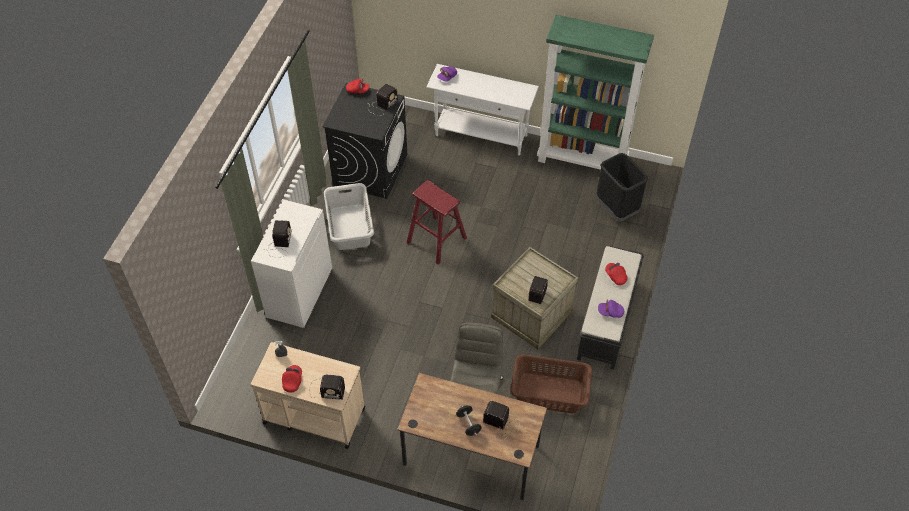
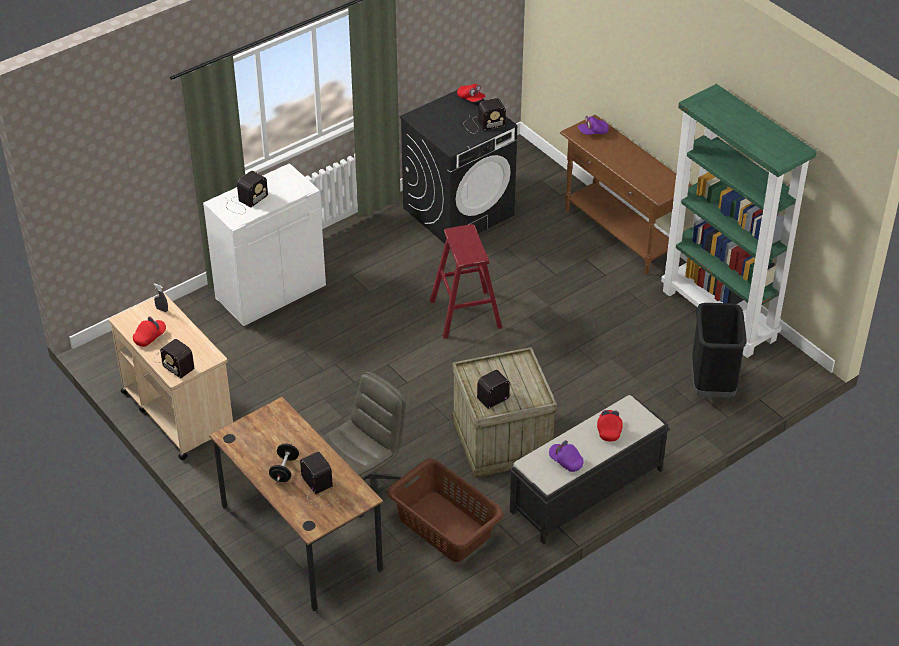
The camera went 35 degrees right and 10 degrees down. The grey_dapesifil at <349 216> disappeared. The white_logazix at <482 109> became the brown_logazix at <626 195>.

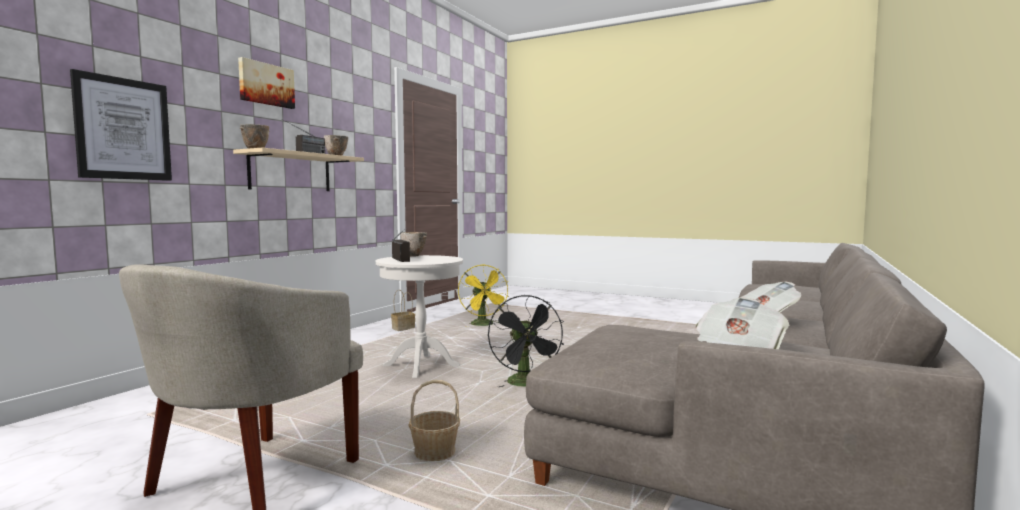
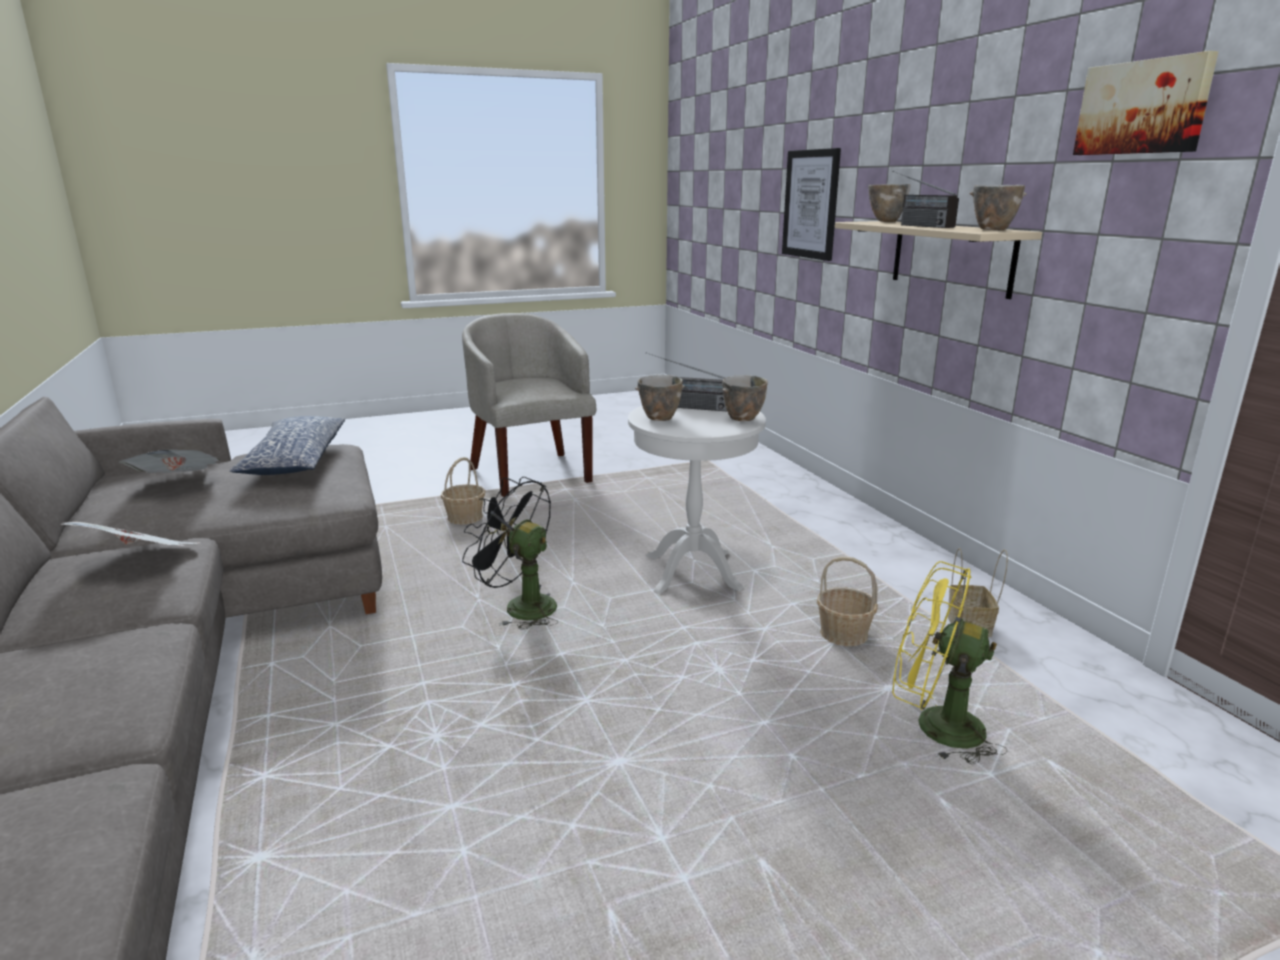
The camera went 130 degrees right and 15 degrees up. The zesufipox moved from <266 83> to <1146 103>. The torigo at <287 445> appeared. The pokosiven at <660 398> appeared. The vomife at <847 601> appeared.

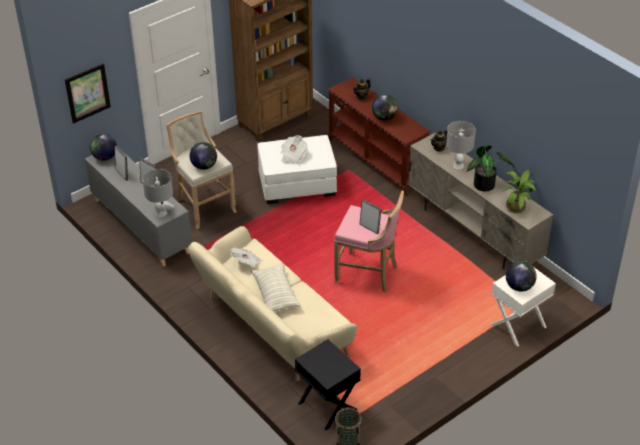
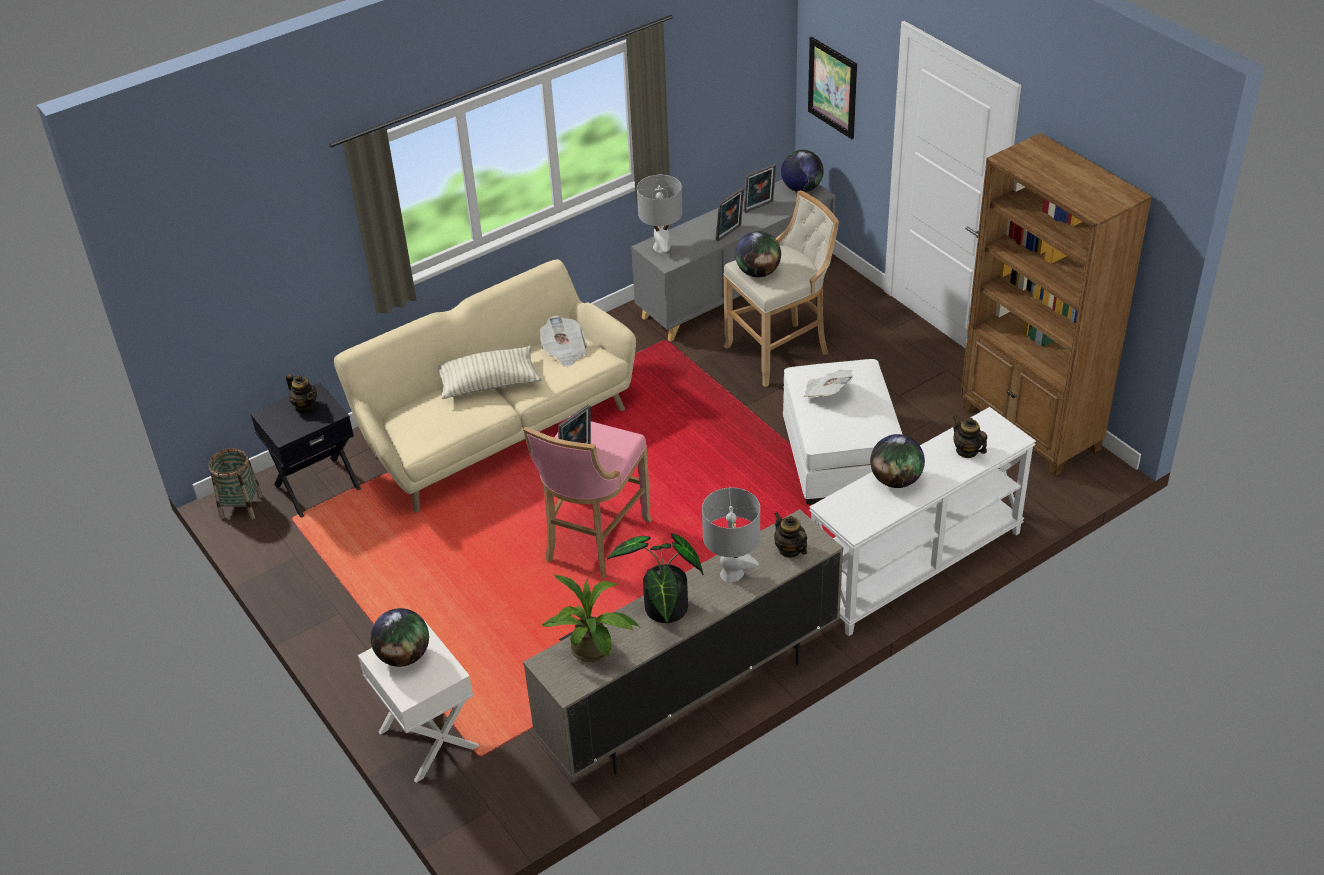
The camera went 95 degrees right and 0 degrees up. The brown_logazix at <379 135> became the white_logazix at <922 521>. The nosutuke at <301 393> appeared.

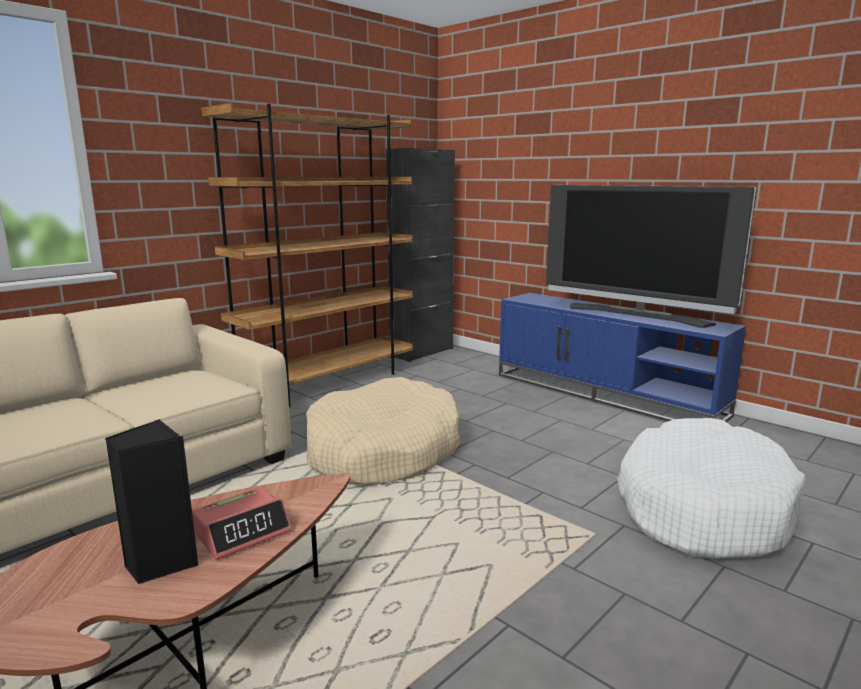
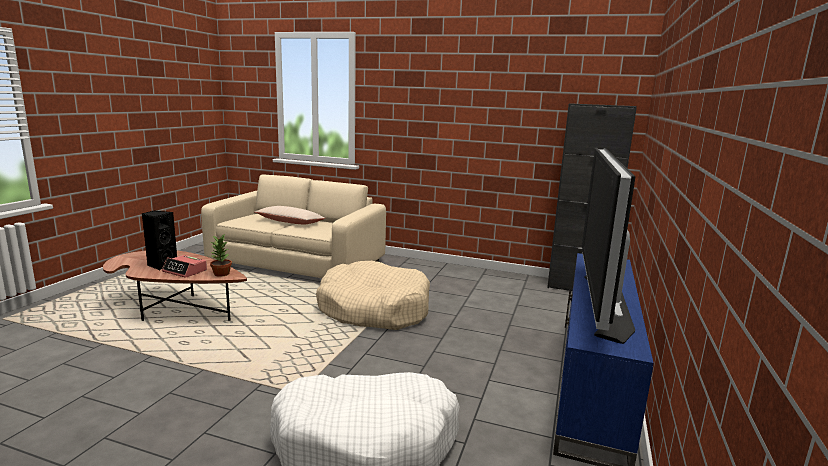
The camera went 65 degrees right and 0 degrees up. The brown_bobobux at <307 255> disappeared. The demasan at <221 255> appeared. The beige_torigo at <289 215> appeared.

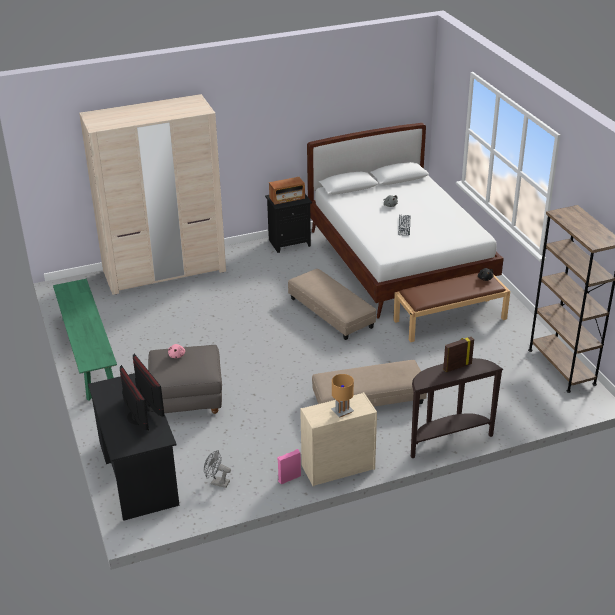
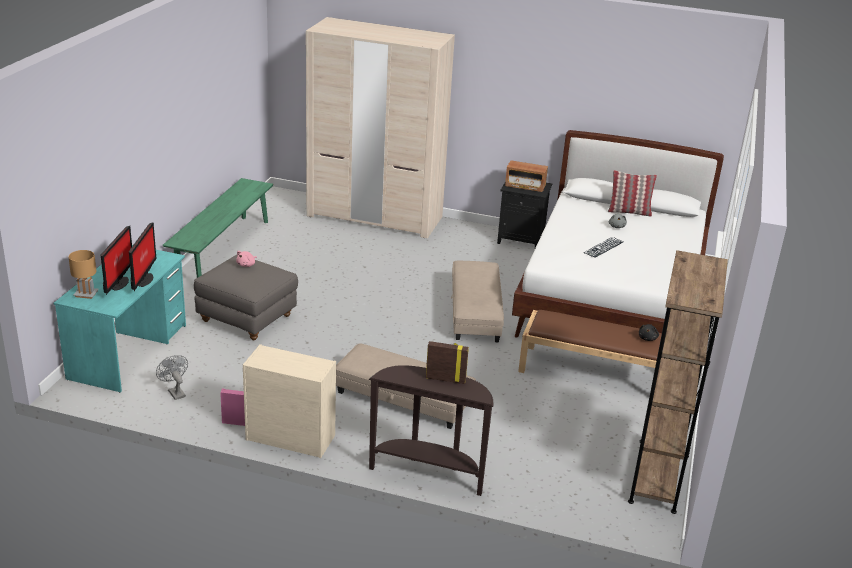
The camera went 35 degrees right and 5 degrees down. The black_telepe at <134 447> became the turquoise_telepe at <119 319>. The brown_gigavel moved from <342 396> to <84 274>. The torigo at <632 193> appeared.

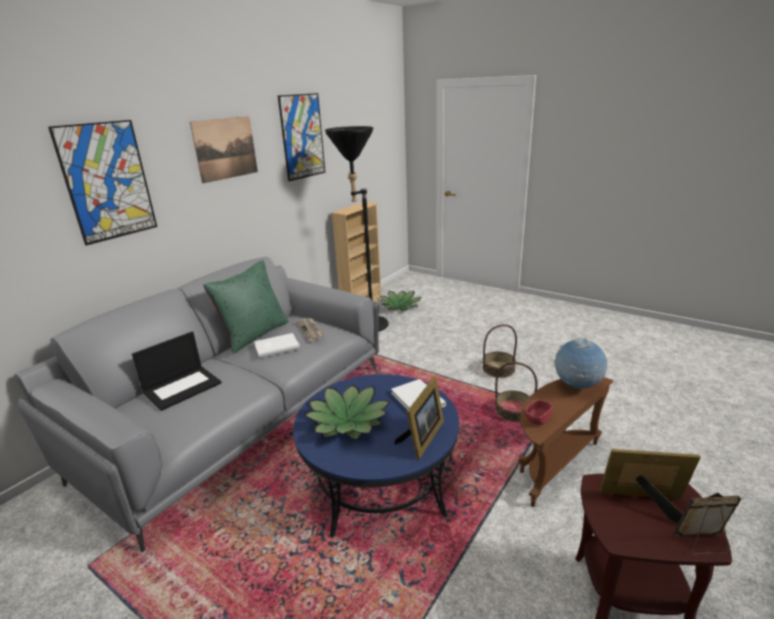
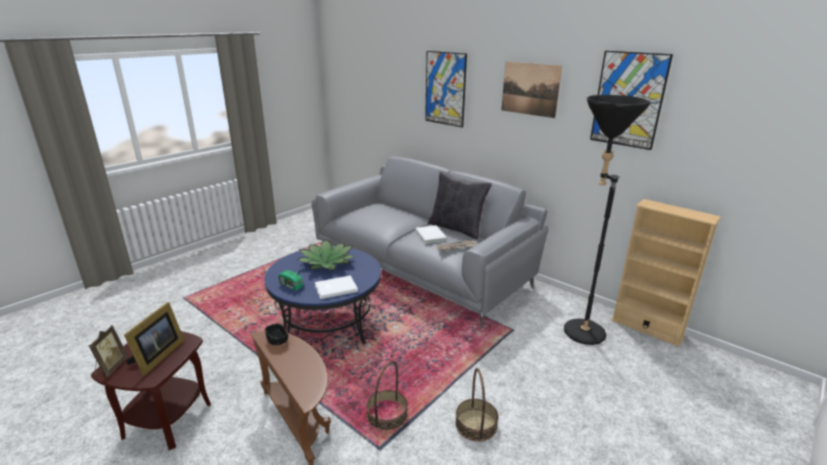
The camera went 95 degrees right and 0 degrees up. The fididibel at <177 371> disappeared. The green_torigo at <246 307> became the black_torigo at <460 205>. The demasan at <400 301> disappeared. The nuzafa at <419 418> was replaced by the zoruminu at <290 279>. The red_pokosiven at <539 412> became the black_pokosiven at <276 334>. The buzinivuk at <581 364> disappeared.

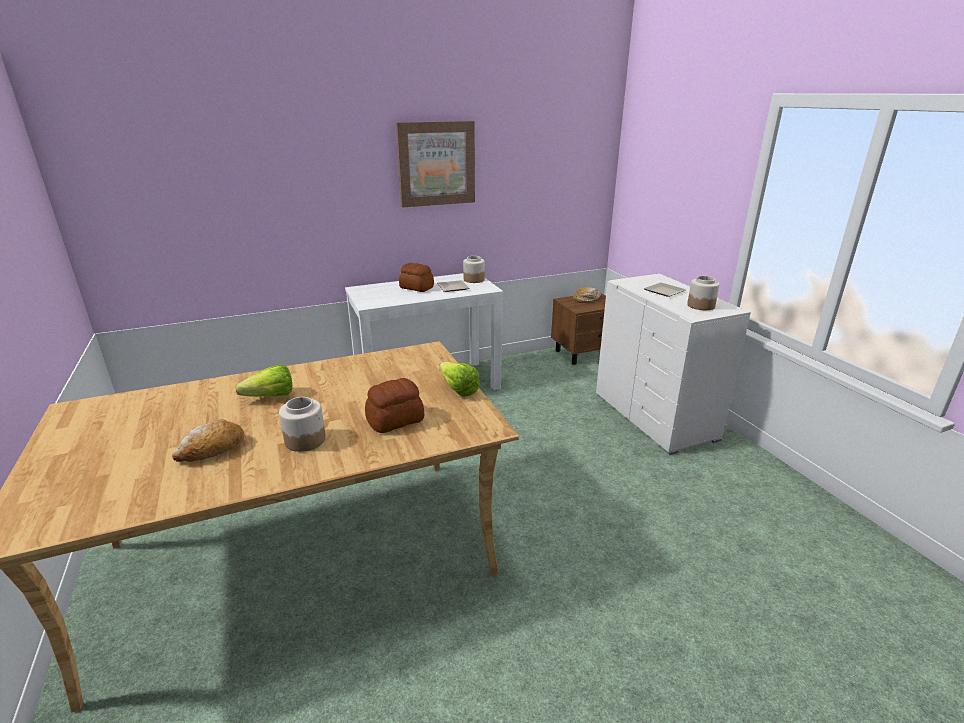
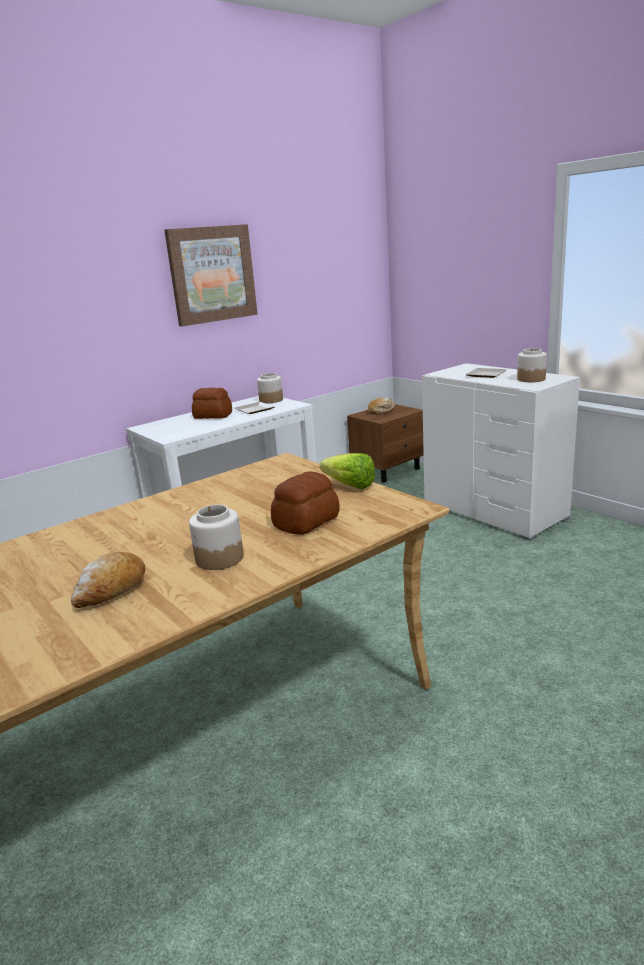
The camera went 15 degrees left and 5 degrees down. The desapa at <263 381> disappeared.

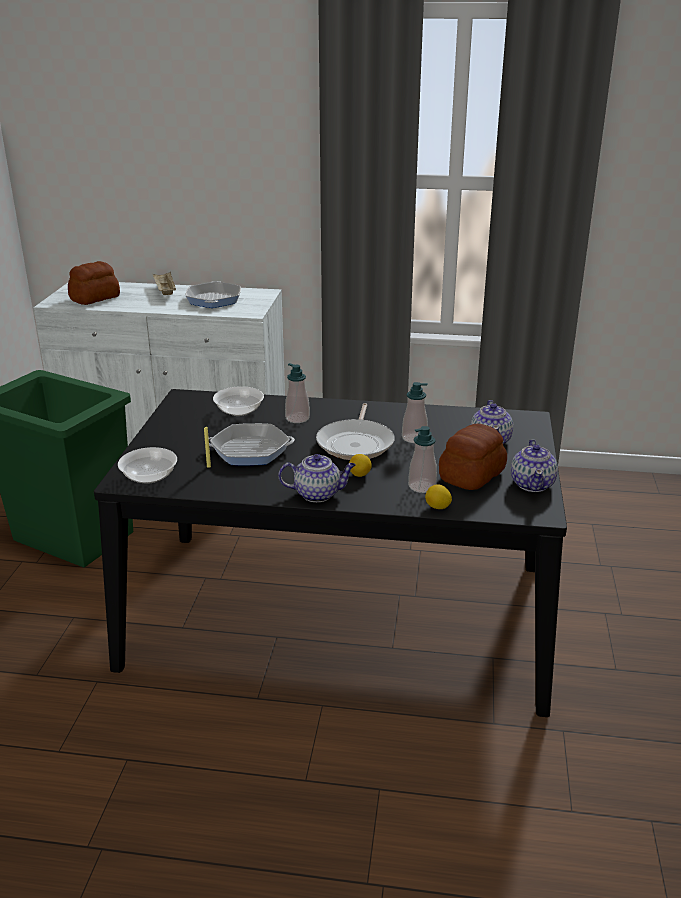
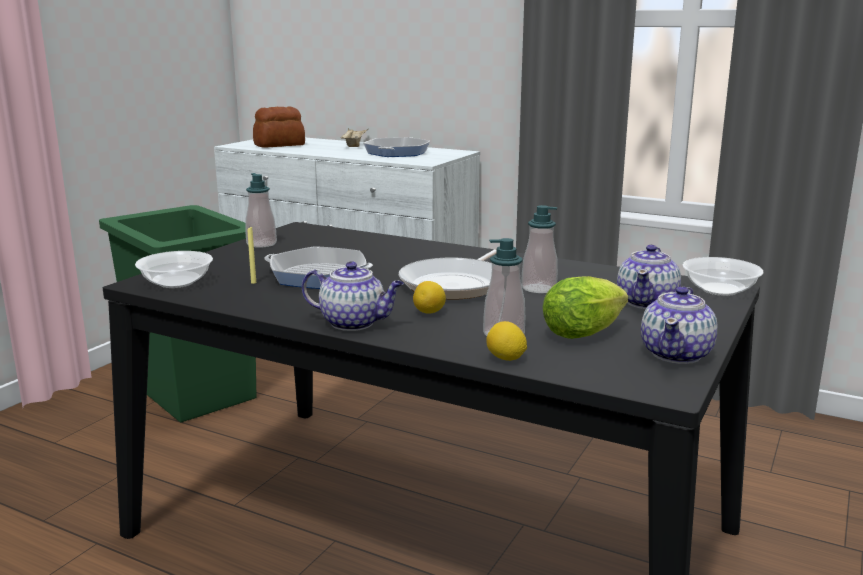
The camera went 20 degrees right and 10 degrees down. The pokosiven moved from <238 401> to <723 276>. The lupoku moved from <297 393> to <261 210>. The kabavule at <473 457> was replaced by the desapa at <585 307>.

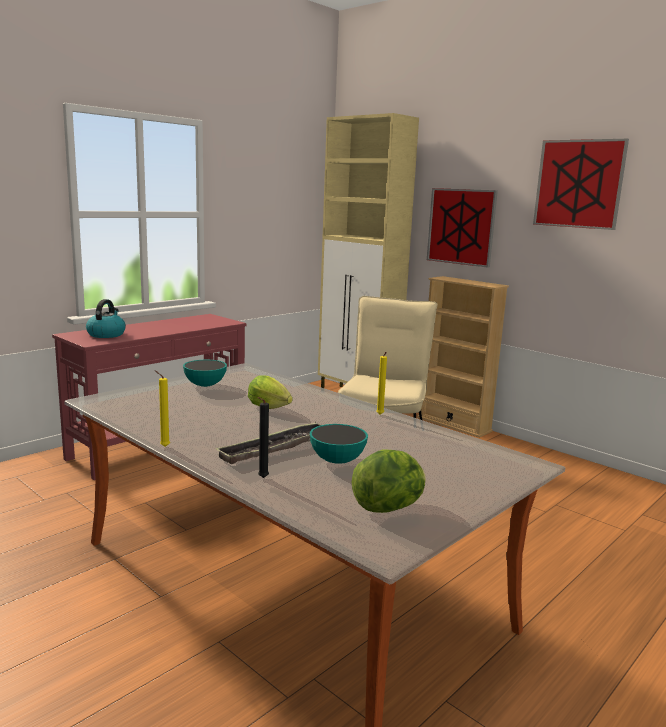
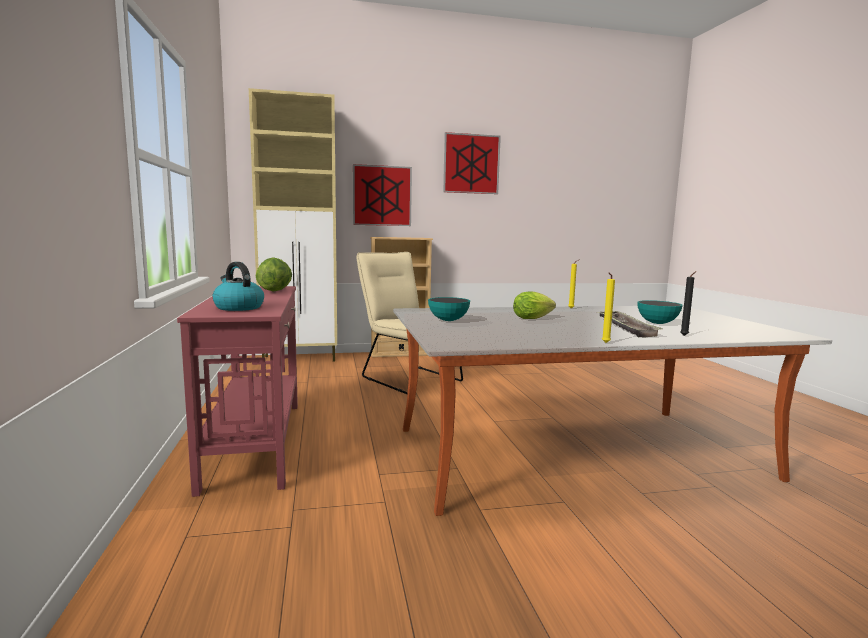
The camera went 55 degrees left and 5 degrees down. The desapa moved from <389 481> to <274 274>.

